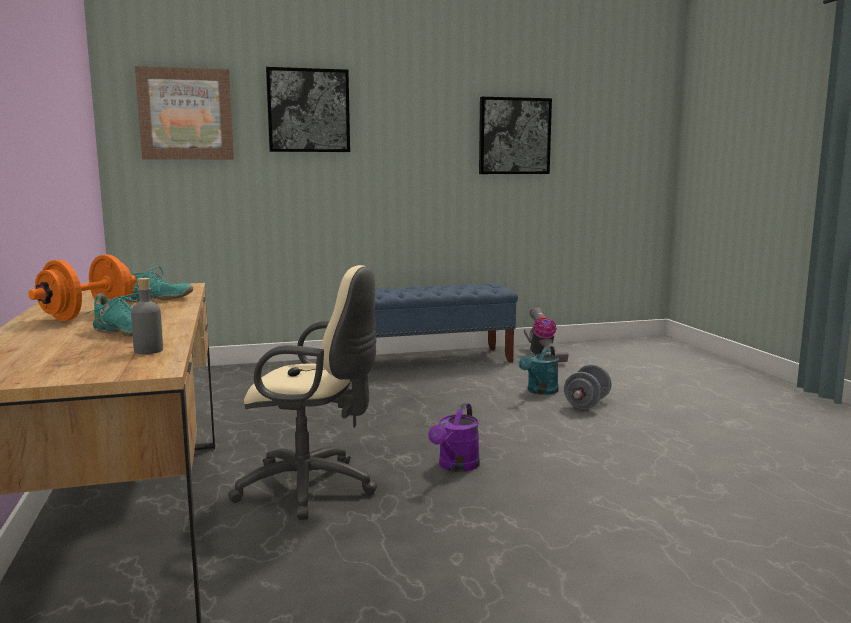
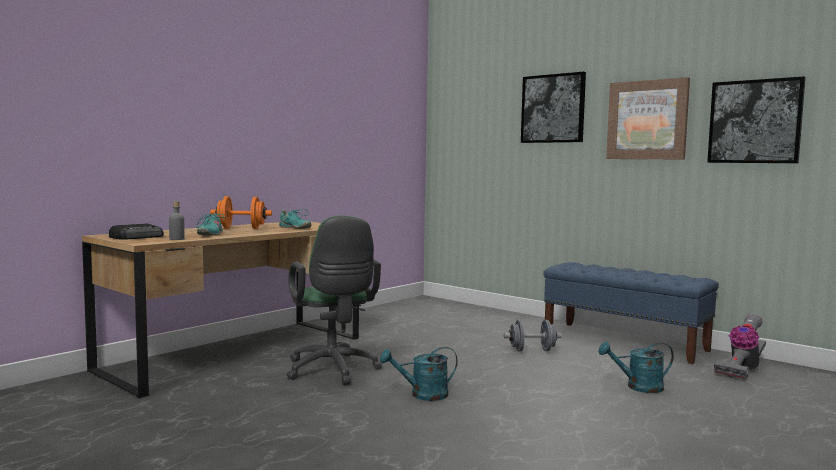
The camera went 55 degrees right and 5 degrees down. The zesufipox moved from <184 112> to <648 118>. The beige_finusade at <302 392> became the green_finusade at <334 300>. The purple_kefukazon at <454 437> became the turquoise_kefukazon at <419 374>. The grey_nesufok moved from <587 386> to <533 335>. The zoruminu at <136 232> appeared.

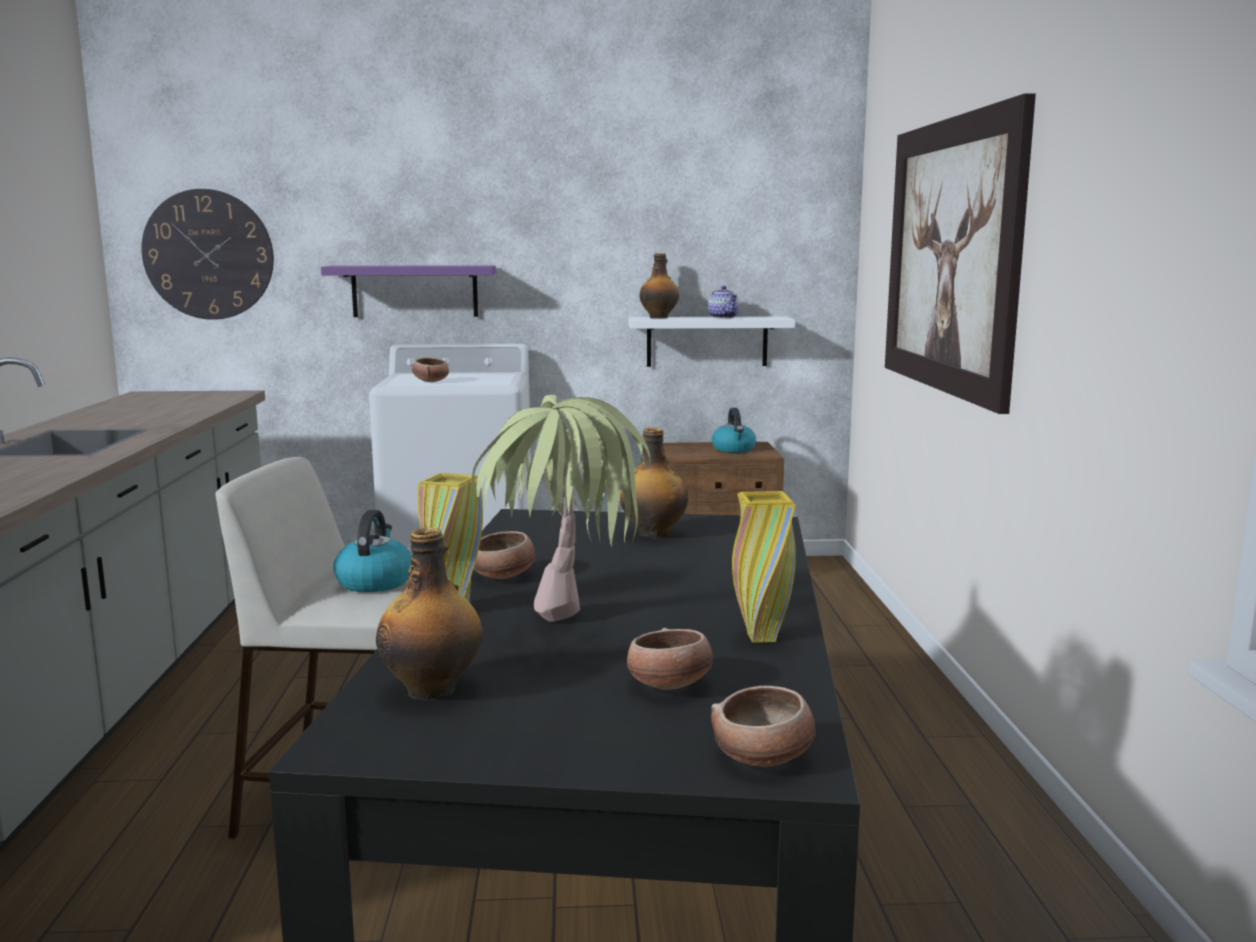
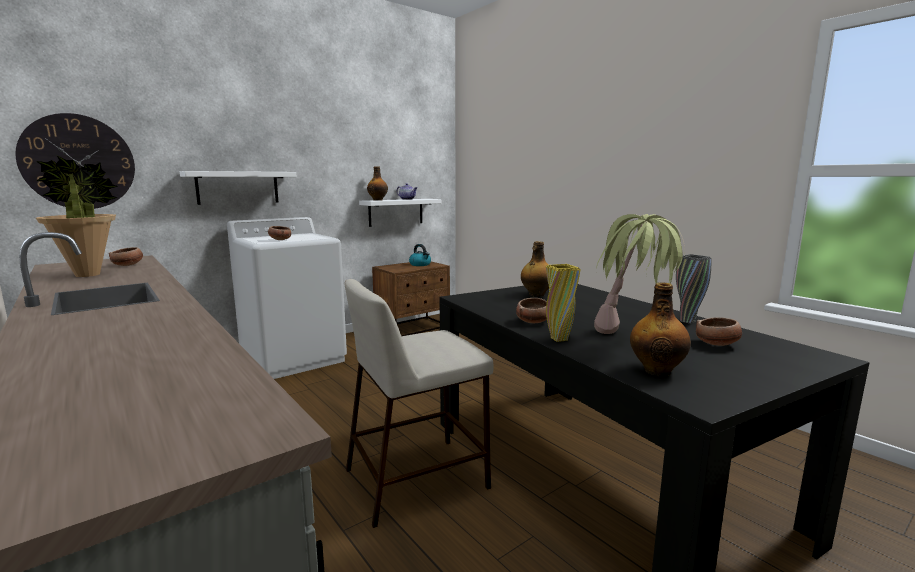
The camera went 35 degrees left and 0 degrees up. The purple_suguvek at <408 291> became the white_suguvek at <238 188>. The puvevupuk at <372 551> disappeared. The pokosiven moved from <763 726> to <126 256>. The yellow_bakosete at <764 567> became the grey_bakosete at <694 289>. The zesufipox at <960 253> disappeared. The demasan at <77 216> appeared.

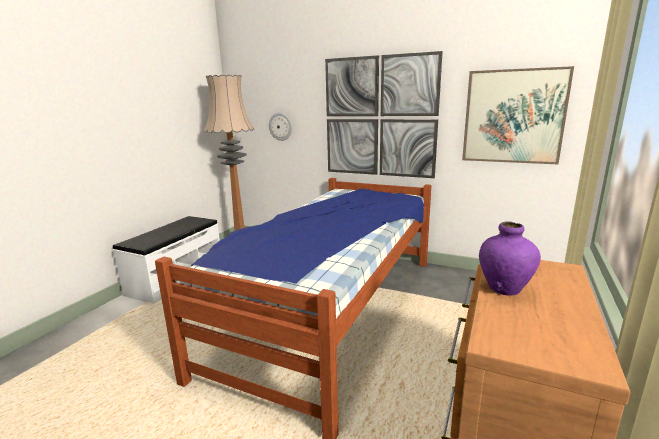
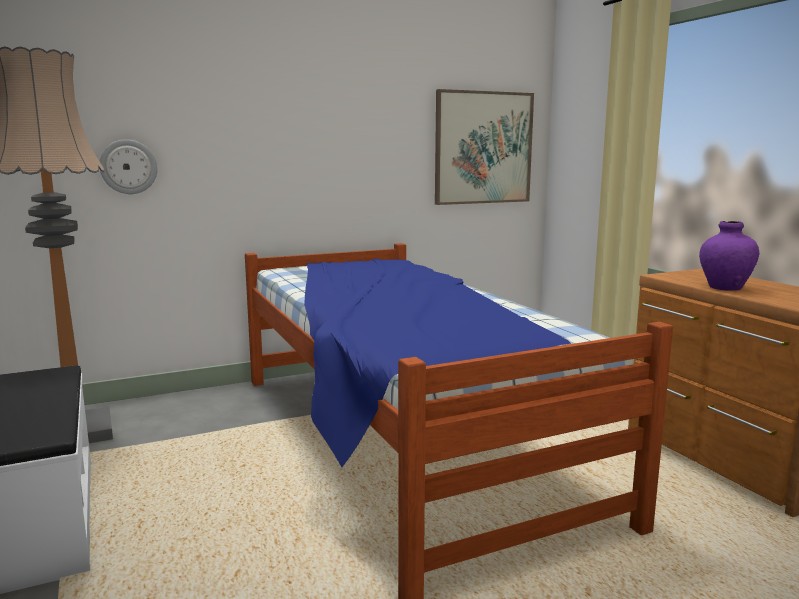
The camera went 50 degrees left and 5 degrees down. The zesufipox at <384 114> disappeared.

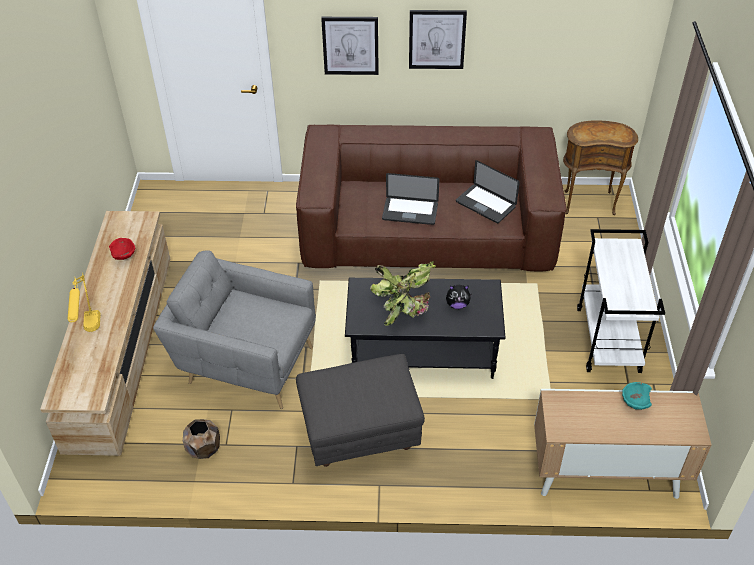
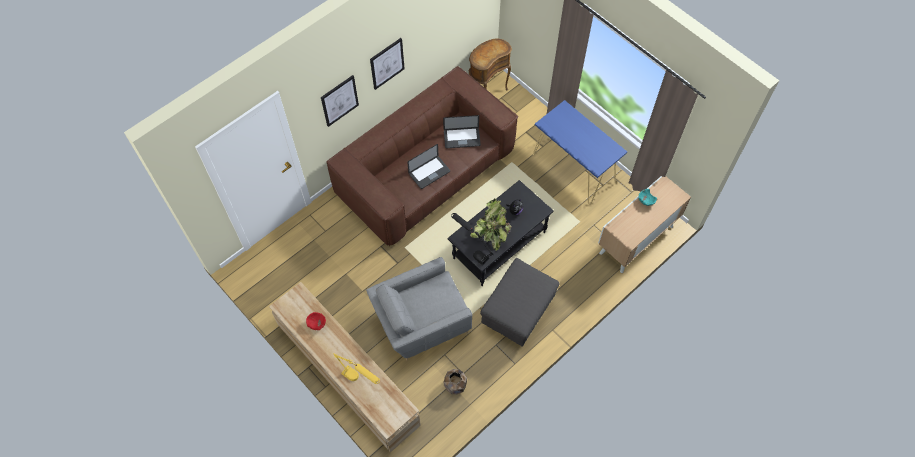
The camera went 45 degrees left and 15 degrees up. The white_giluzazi at <621 301> was replaced by the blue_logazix at <580 152>. The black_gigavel at <472 239> appeared.

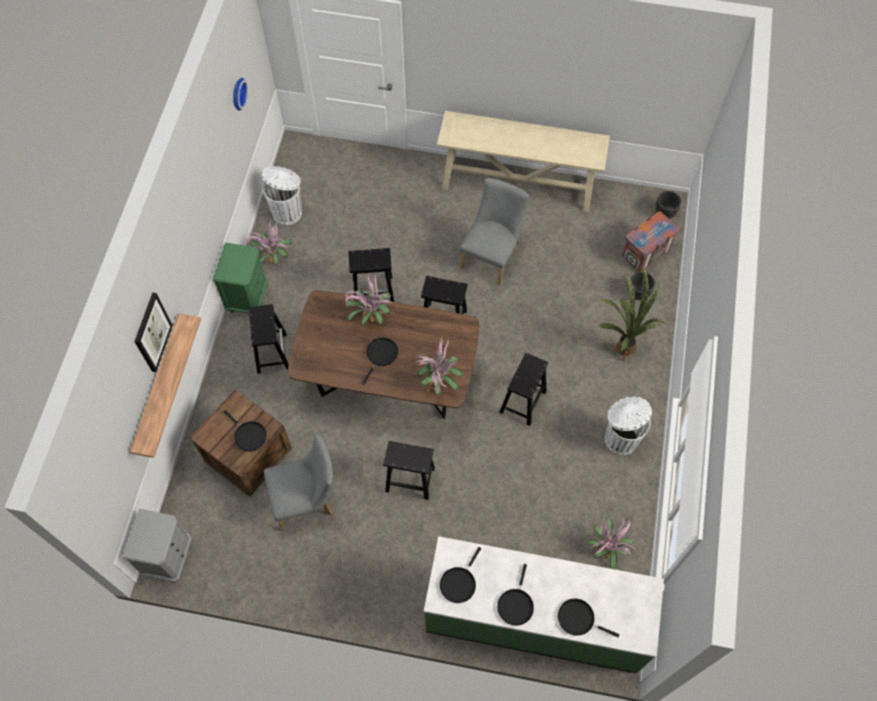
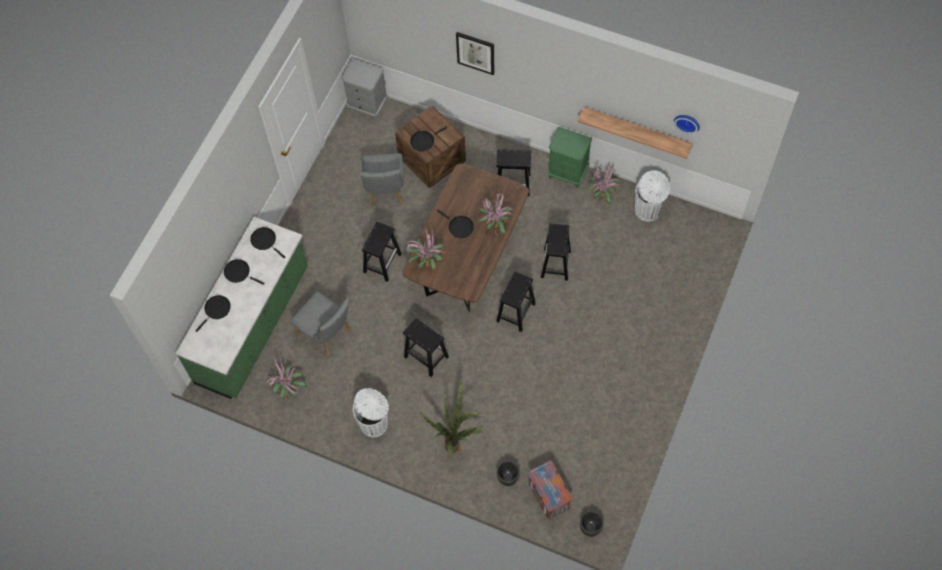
The camera went 105 degrees right and 0 degrees up. The suguvek moved from <165 385> to <635 133>. The beige_logazix at <523 161> disappeared. The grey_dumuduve moved from <494 231> to <320 323>.

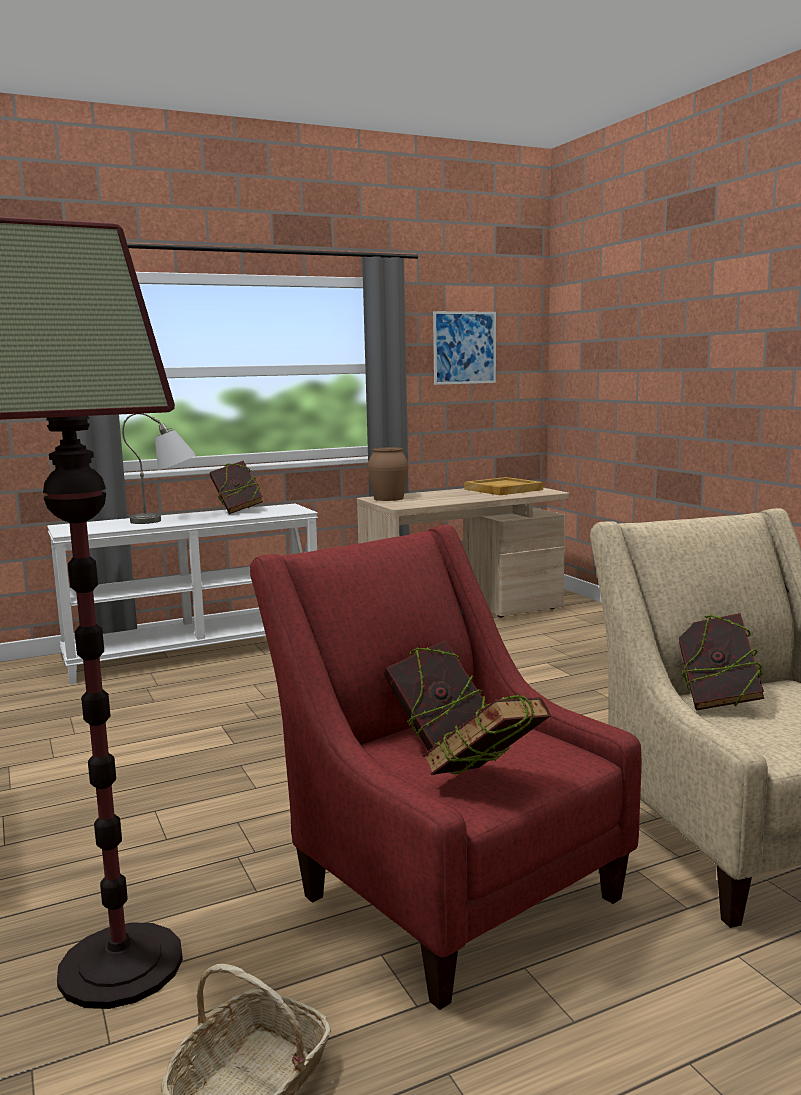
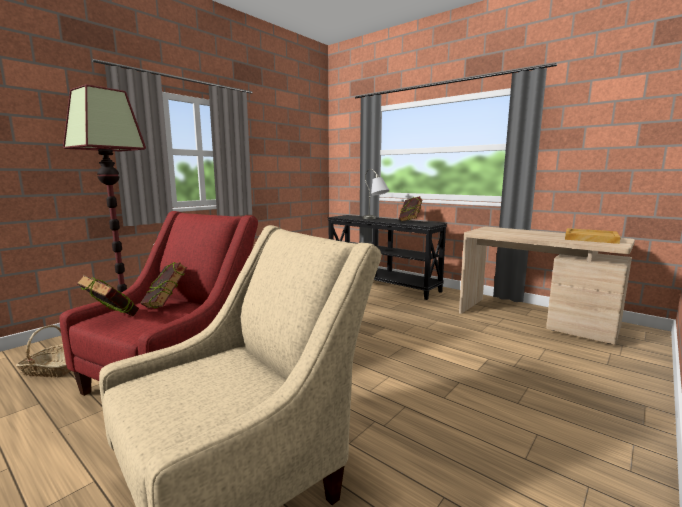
The camera went 65 degrees right and 0 degrees up. The white_logazix at <182 594> became the black_logazix at <387 257>. The brown_bakosete at <388 474> disappeared. The zesufipox at <464 348> disappeared. The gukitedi at <721 661> disappeared.

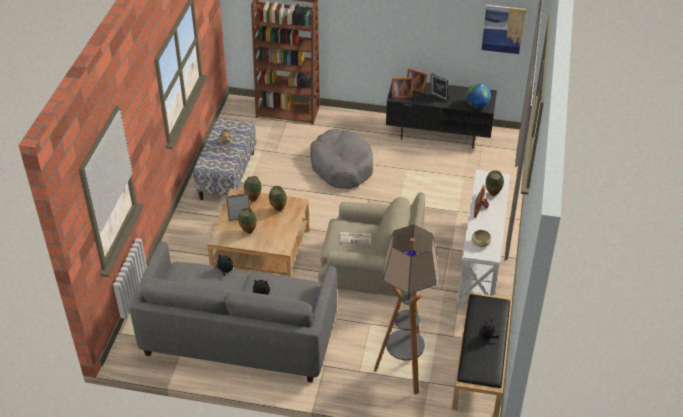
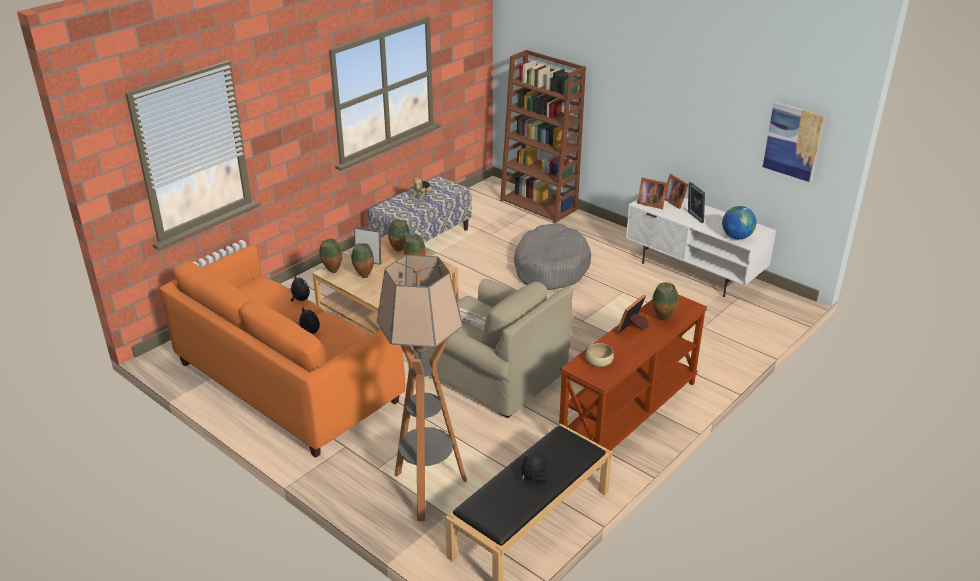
The camera went 30 degrees right and 10 degrees down. The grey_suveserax at <233 312> became the orange_suveserax at <283 351>. The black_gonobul at <441 115> became the white_gonobul at <701 247>. The white_logazix at <483 238> became the brown_logazix at <633 382>. The bakosete at <330 256> appeared.

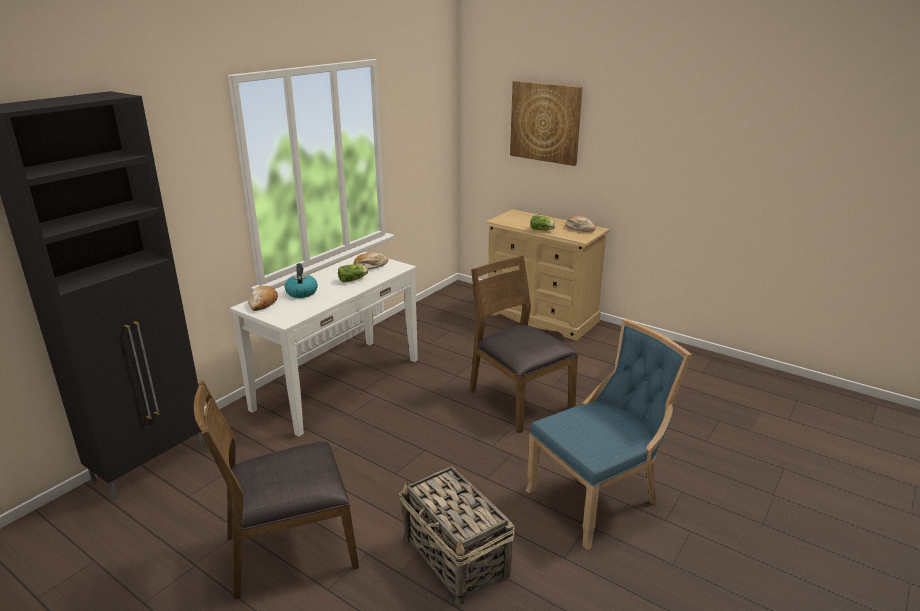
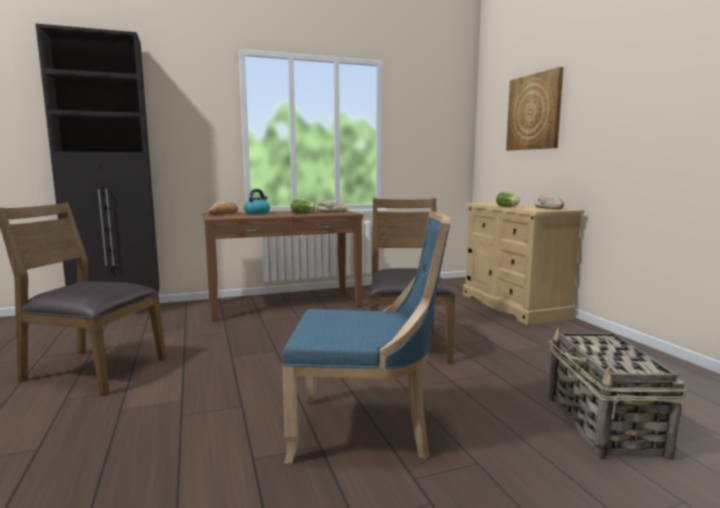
The camera went 35 degrees right and 15 degrees down. The white_logazix at <324 344> became the brown_logazix at <283 266>. The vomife moved from <457 535> to <617 393>.

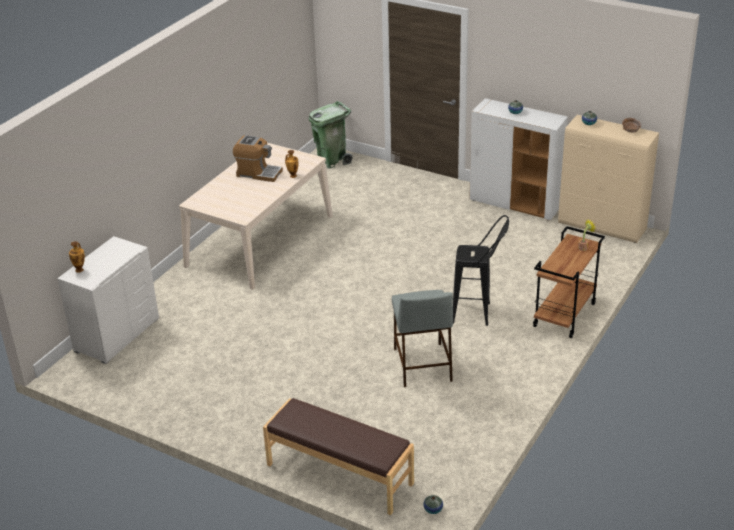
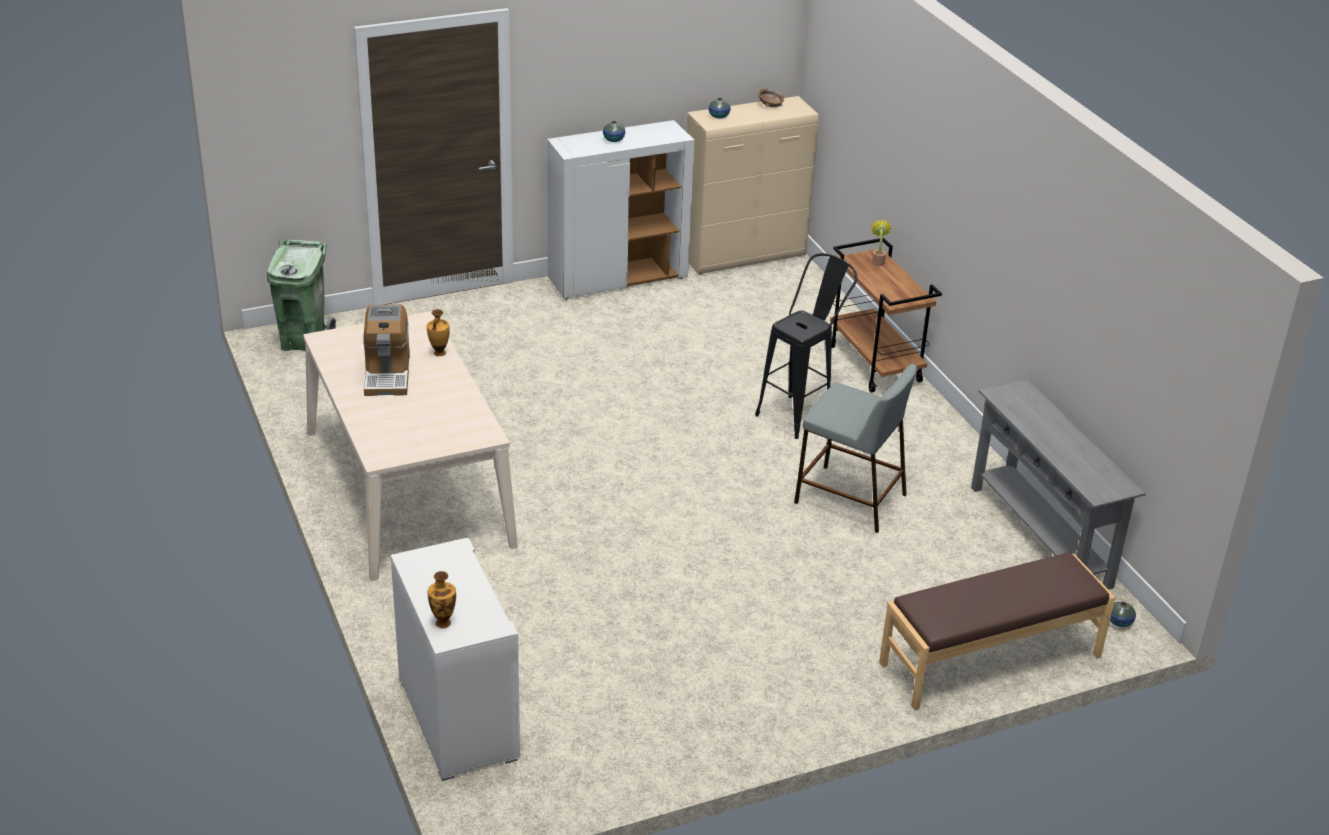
The camera went 55 degrees left and 0 degrees up. The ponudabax at <258 158> turned 120 degrees clockwise. The grey_logazix at <1058 484> appeared.

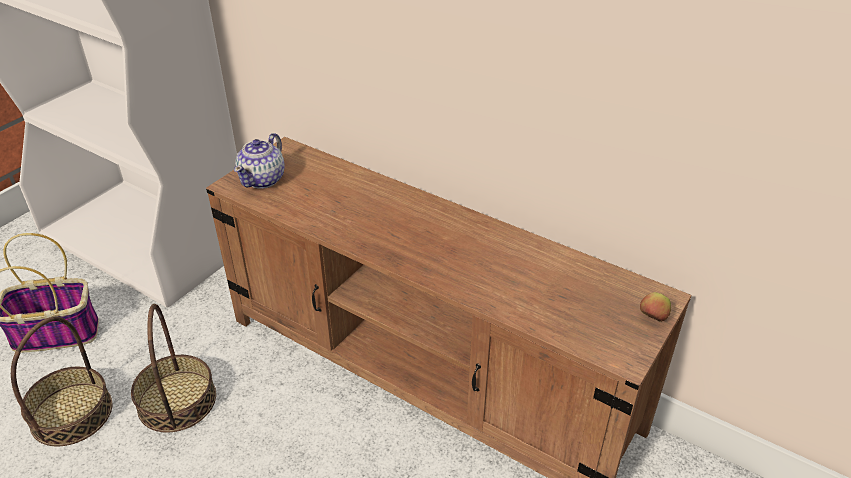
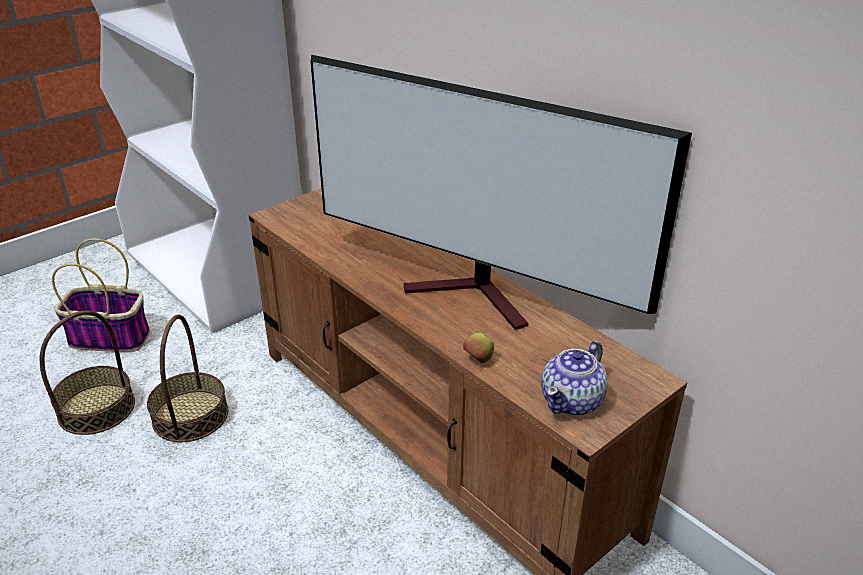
The camera went 15 degrees right and 5 degrees down. The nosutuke moved from <259 161> to <574 378>. The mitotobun moved from <655 307> to <478 348>. The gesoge at <501 192> appeared.

